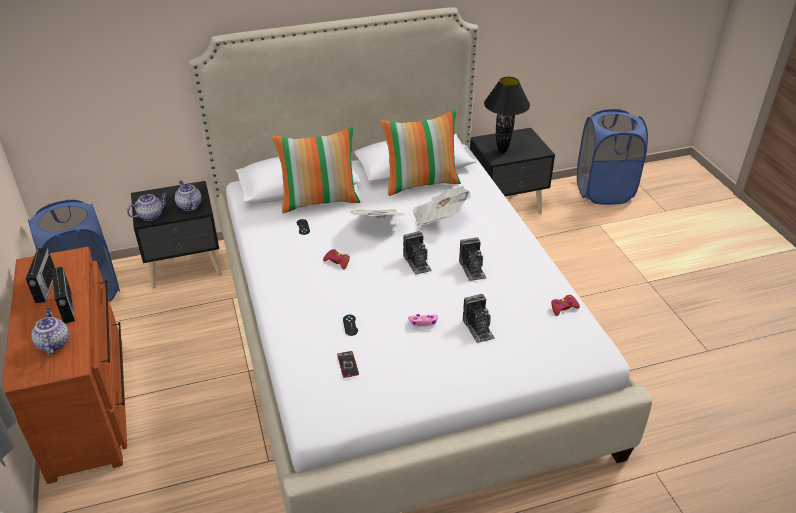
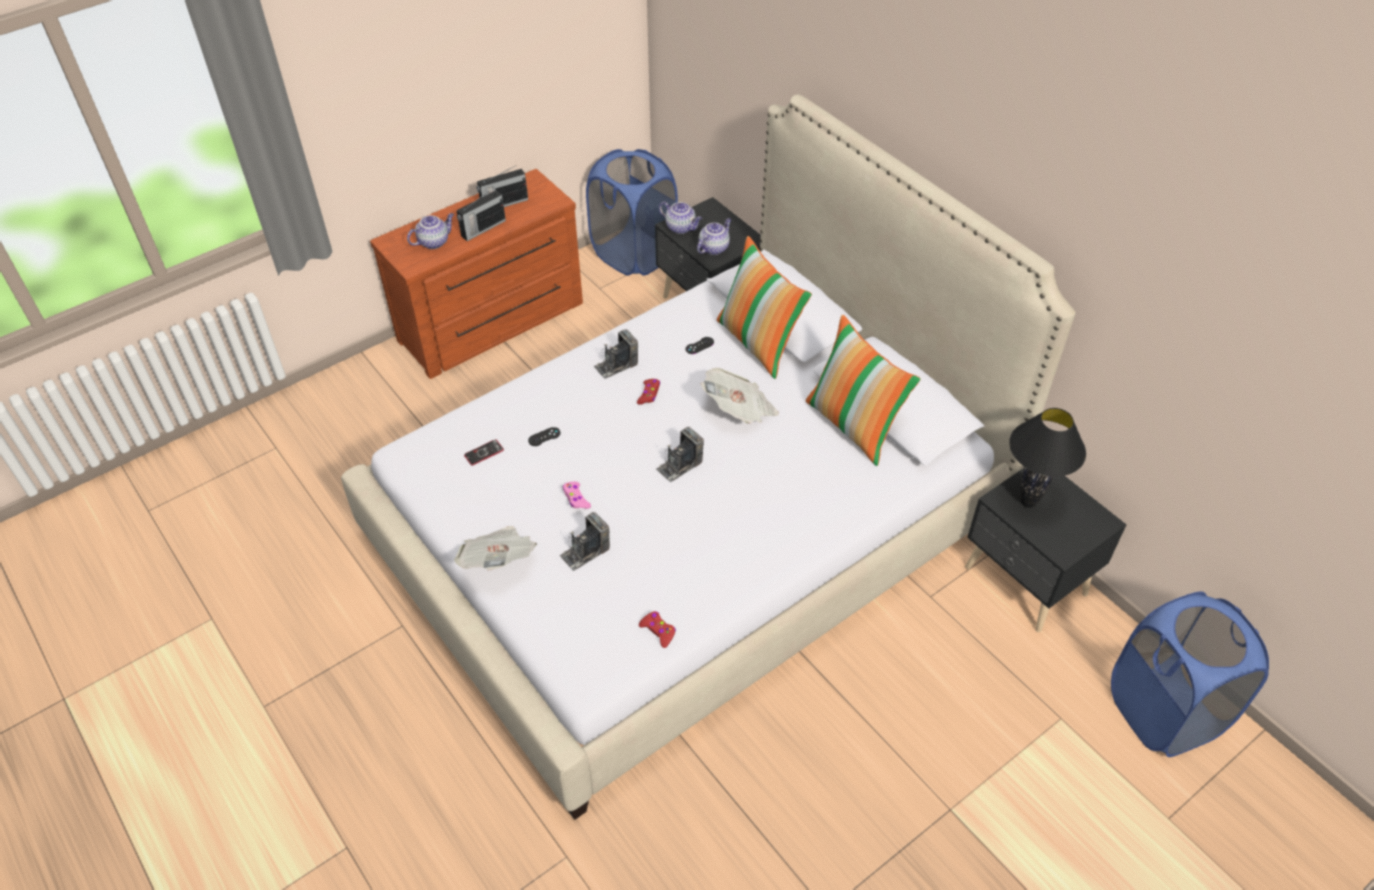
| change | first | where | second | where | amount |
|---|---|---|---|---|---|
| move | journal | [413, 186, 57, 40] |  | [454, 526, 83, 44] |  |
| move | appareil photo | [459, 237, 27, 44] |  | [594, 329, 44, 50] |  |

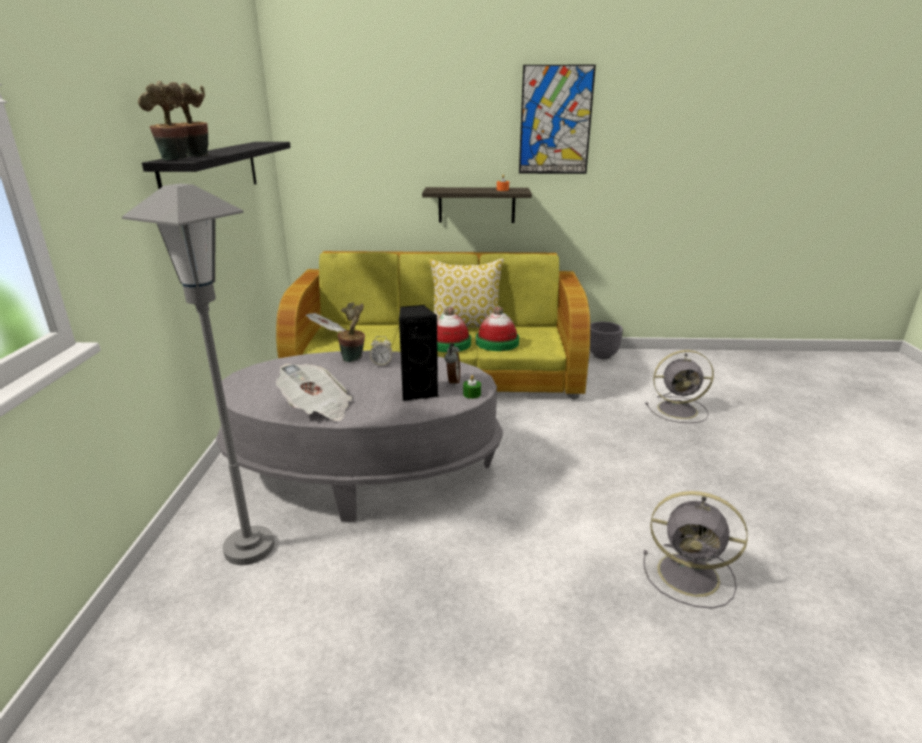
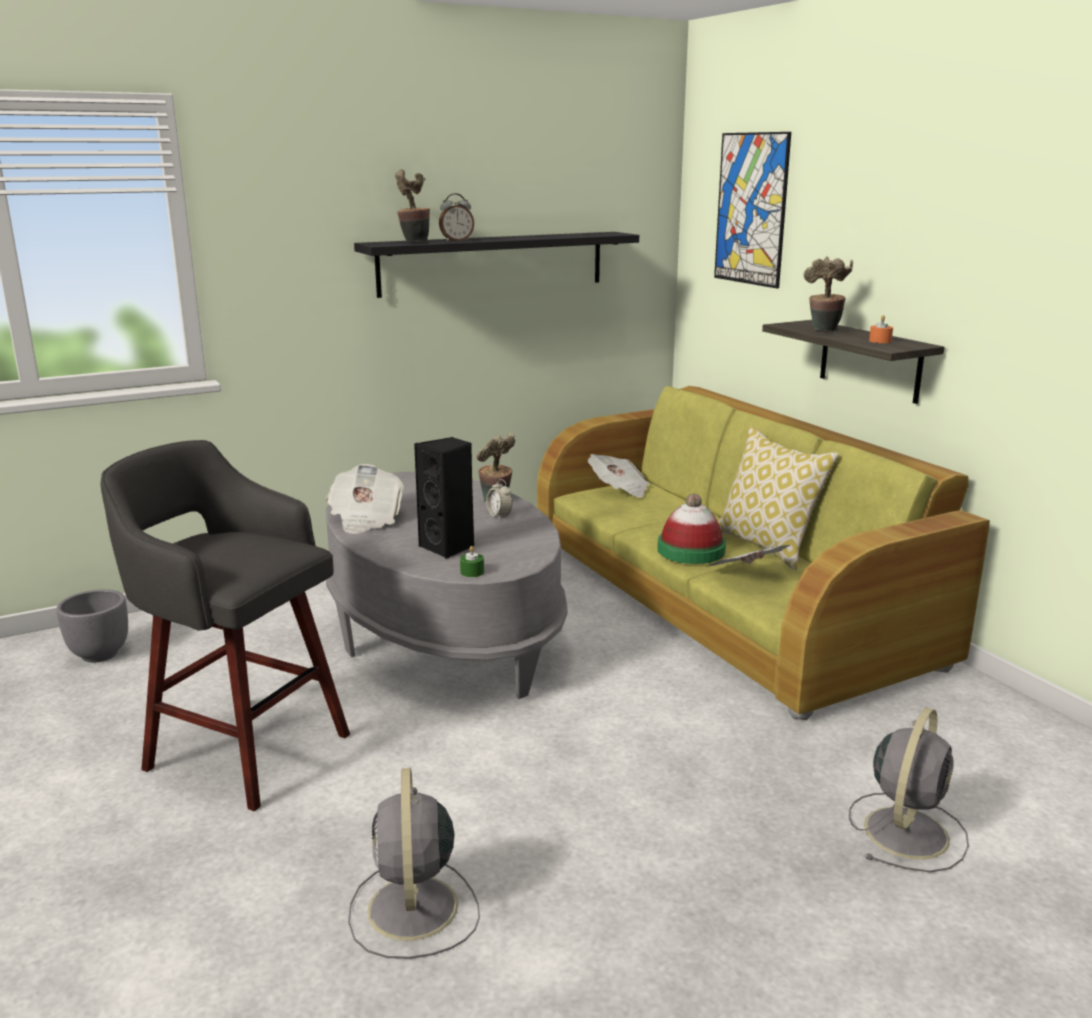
| change | first | where | second | where | amount |
|---|---|---|---|---|---|
| move | cache-pot [gris] | [590, 322, 33, 37] |  | [56, 589, 72, 73] |  |
| insert |  |  | tabouret [gris] | [100, 440, 250, 371] |  |
| move | réveil | [445, 343, 15, 44] |  | [439, 193, 35, 49] |  |
| replace | chapeau | [476, 306, 43, 45] | journal | [706, 545, 84, 22] |  |
| move | tableau | [519, 65, 77, 109] |  | [714, 132, 77, 156] |  |
| move | plante en pot | [138, 81, 50, 79] |  | [804, 256, 49, 75] |  |
| rotate | ventilateur [gris] | [645, 350, 69, 73] |  | [849, 707, 120, 166] | 120 degrees counterclockwise |
| delete | lampadaire [gris] | [122, 183, 153, 382] |  |  |  |

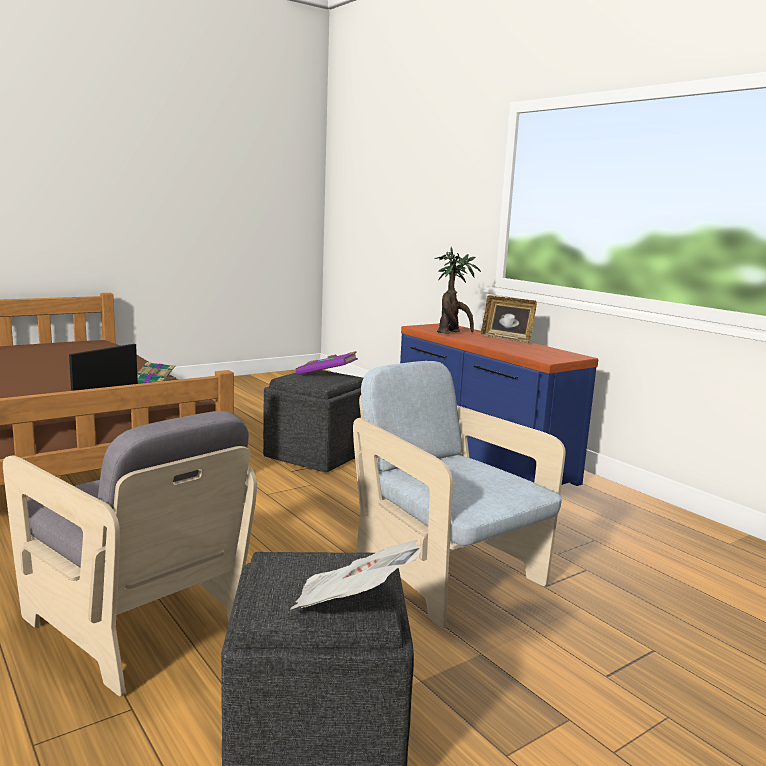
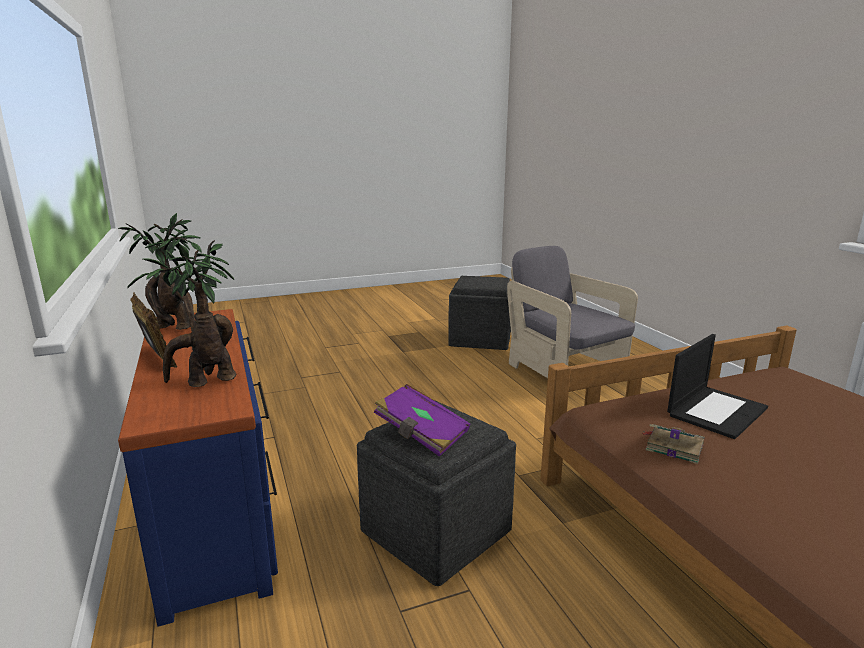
| change | first | where | second | where | amount |
|---|---|---|---|---|---|
| insert |  |  | plante en pot | [118, 213, 84, 118] |  |
| delete | journal | [290, 540, 132, 69] |  |  |  |
| delete | fauteuil [beige] | [353, 361, 213, 268] |  |  |  |

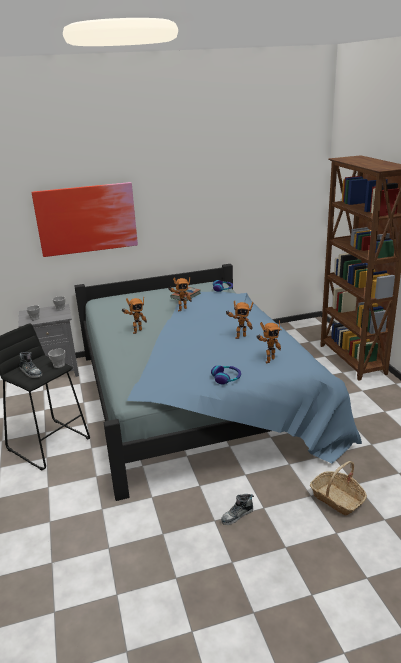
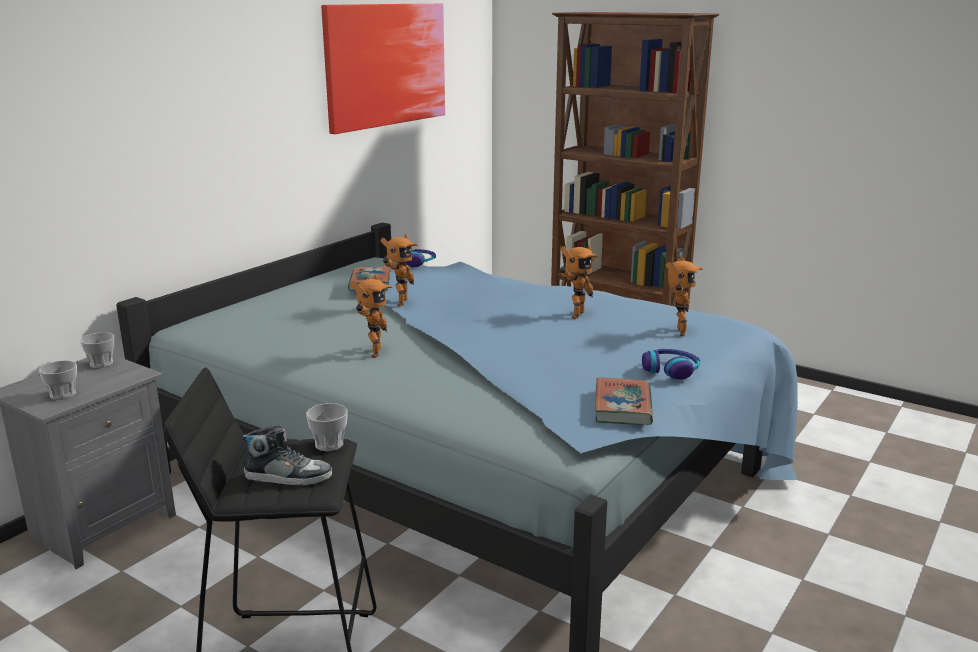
| change | first | where | second | where | amount |
|---|---|---|---|---|---|
| move | tableau | [32, 182, 106, 75] |  | [321, 3, 124, 131] |  |
| insert |  |  | livre | [595, 377, 58, 48] |  |
| delete | chaussure | [221, 494, 33, 31] |  |  |  |
| delete | panier | [310, 461, 57, 55] |  |  |  |

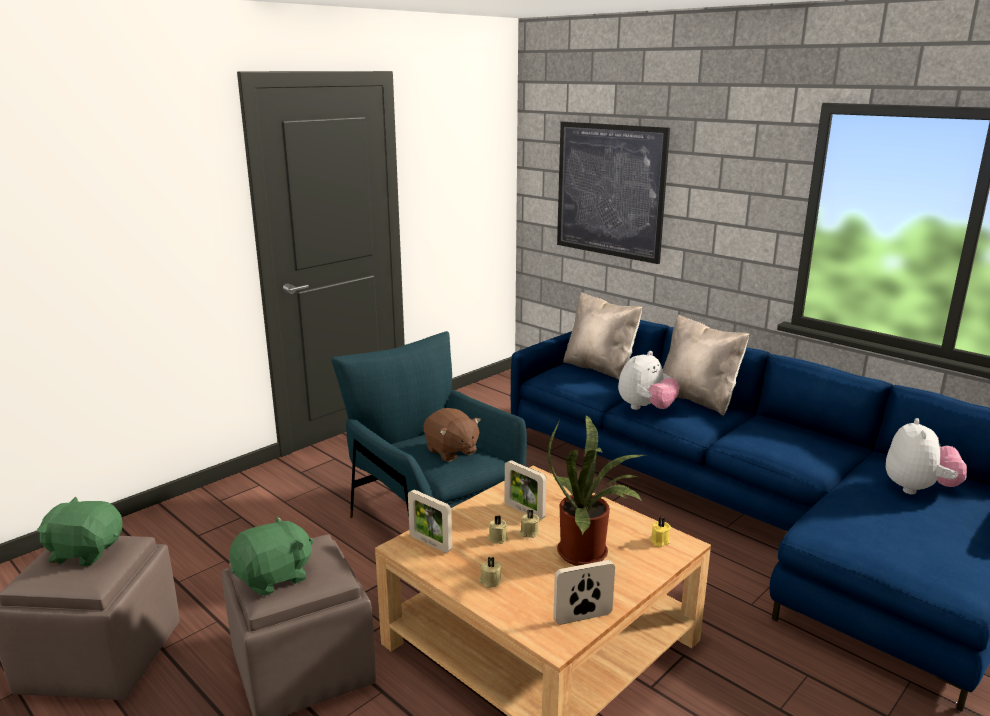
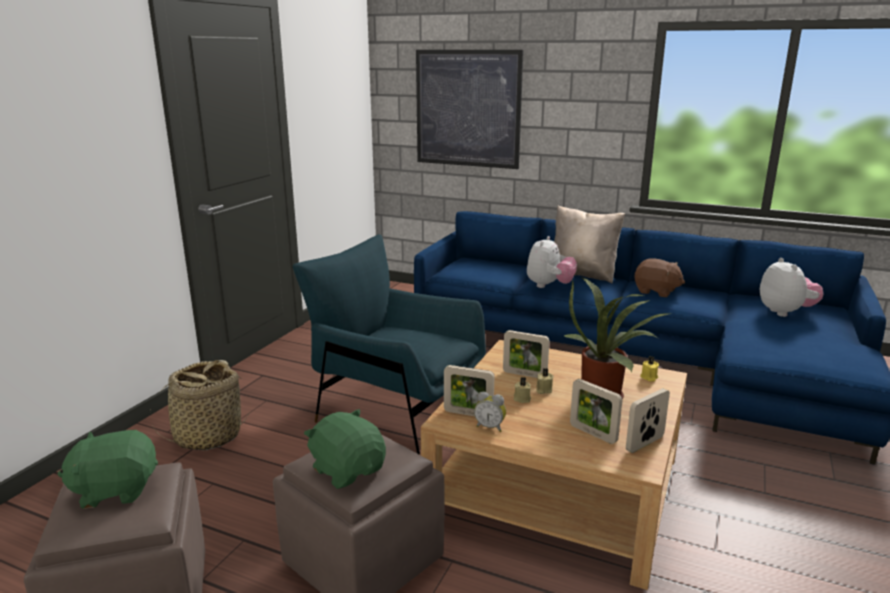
| change | first | where | second | where | amount |
|---|---|---|---|---|---|
| insert |  |  | panier | [150, 360, 100, 90] |  |
| rotate | peluche [vert] | [229, 516, 85, 80] |  | [304, 409, 82, 80] | 75 degrees counterclockwise |
| insert |  |  | réveil | [474, 391, 32, 41] |  |
| insert |  |  | cadre photo | [570, 379, 53, 65] |  |
| move | peluche [marron] | [424, 408, 57, 54] |  | [634, 258, 51, 39] |  |
| delete | bougie [beige] | [479, 557, 23, 31] |  |  |  |
| delete | coussin [beige] | [563, 292, 79, 88] |  |  |  |

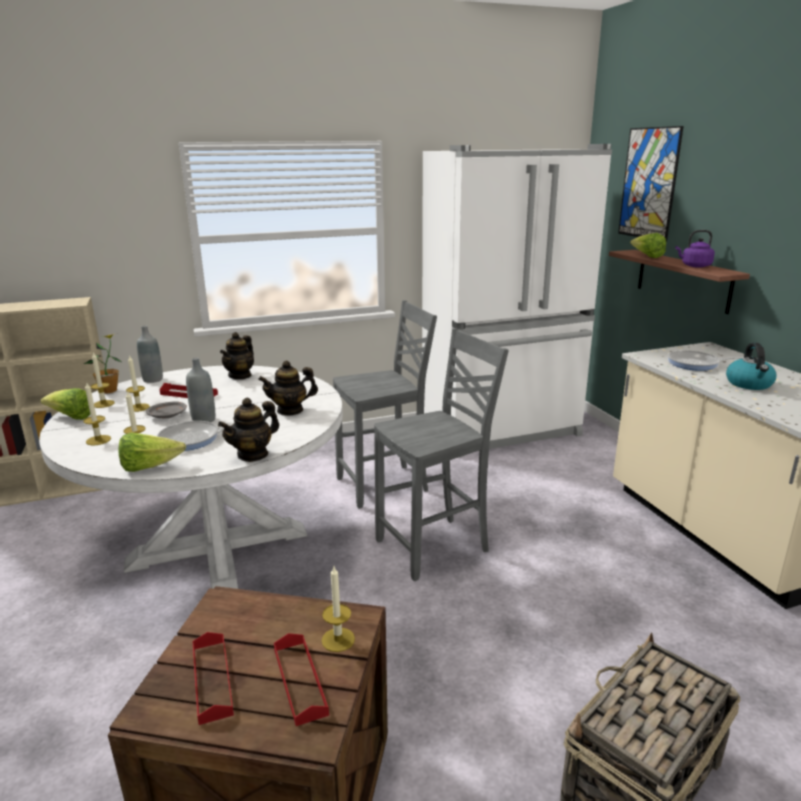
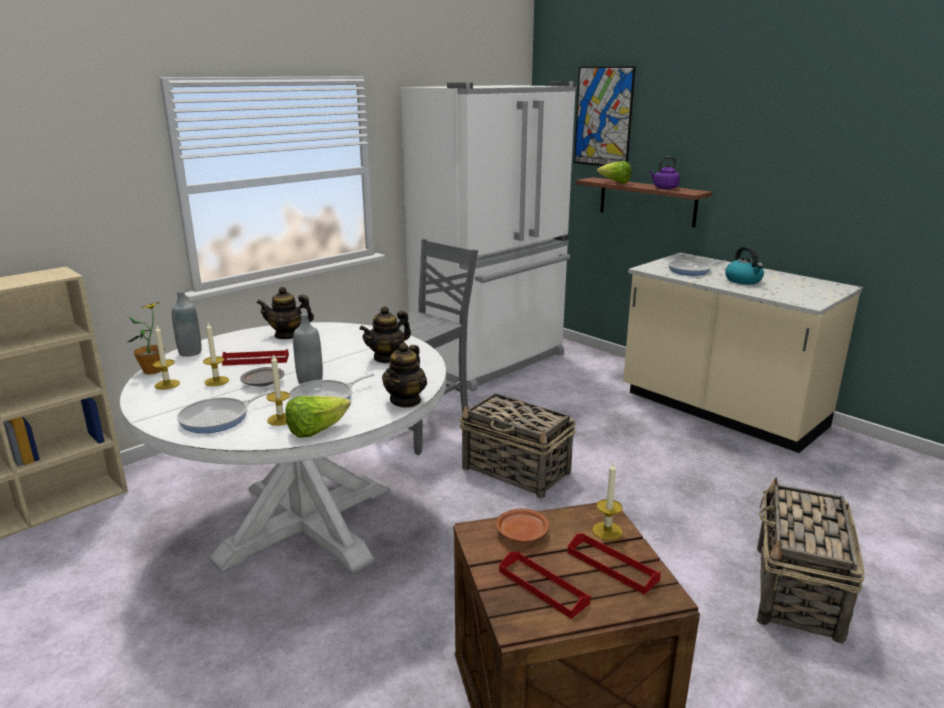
| change | first | where | second | where | amount |
|---|---|---|---|---|---|
| replace | bougie | [84, 383, 27, 62] | poêle | [177, 390, 98, 43] |  |
| rotate | théière | [220, 332, 34, 48] |  | [257, 287, 57, 52] | 90 degrees clockwise |
| replace | chaise [gris] | [374, 328, 135, 253] | panier | [459, 393, 117, 106] |  |
| insert |  |  | assiette [marron] | [496, 508, 53, 34] |  |
| delete | laitue | [41, 388, 49, 32] |  |  |  |

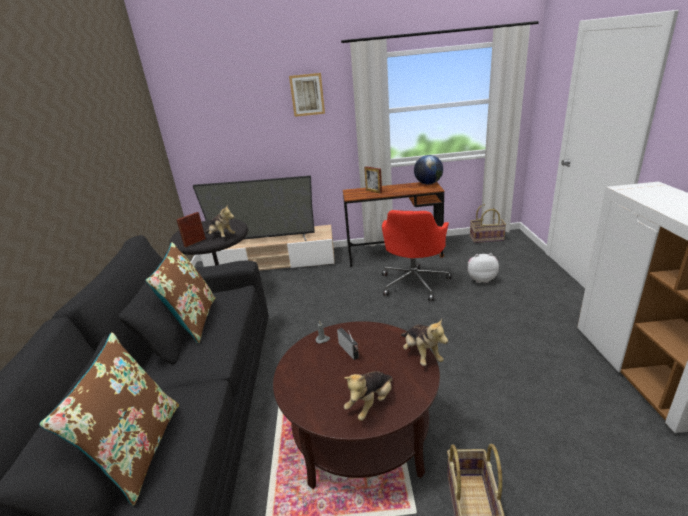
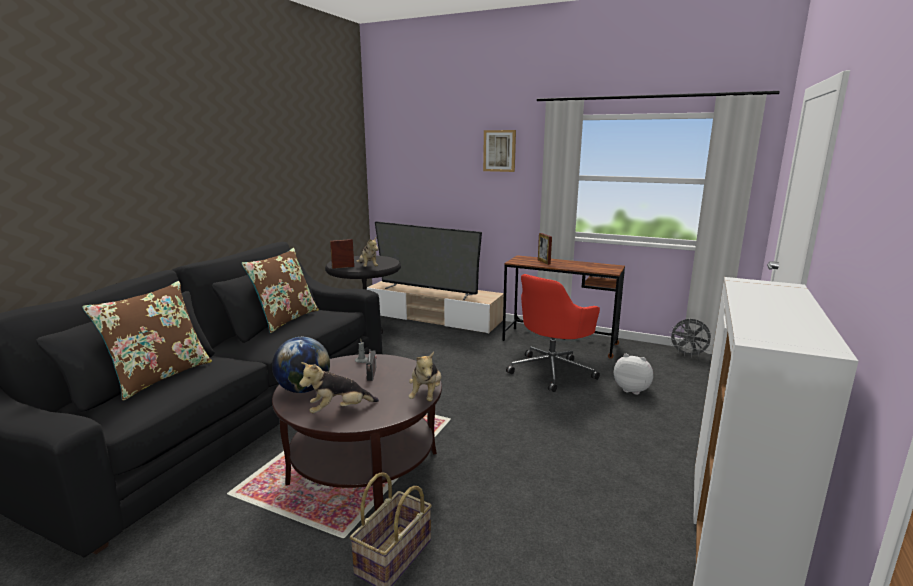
| change | first | where | second | where | amount |
|---|---|---|---|---|---|
| move | globe | [414, 155, 29, 30] |  | [272, 337, 58, 56] |  |
| replace | panier | [470, 204, 36, 39] | ventilateur [gris] | [669, 319, 44, 39] |  |

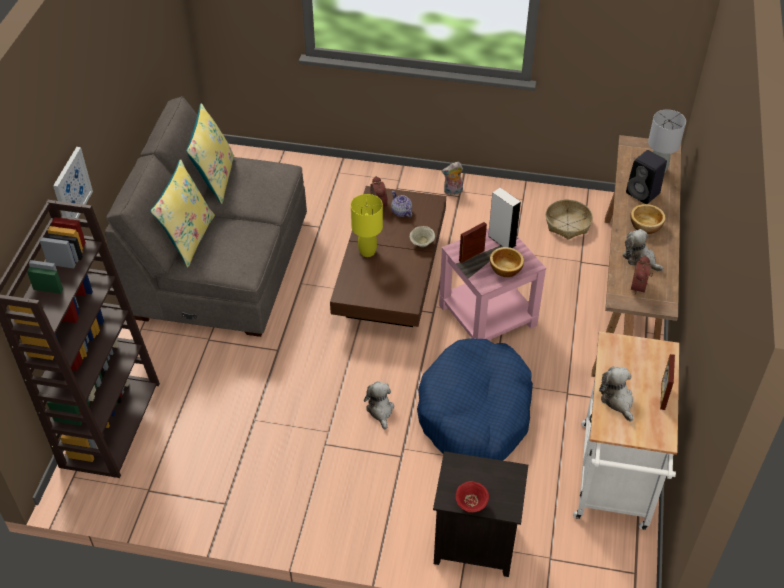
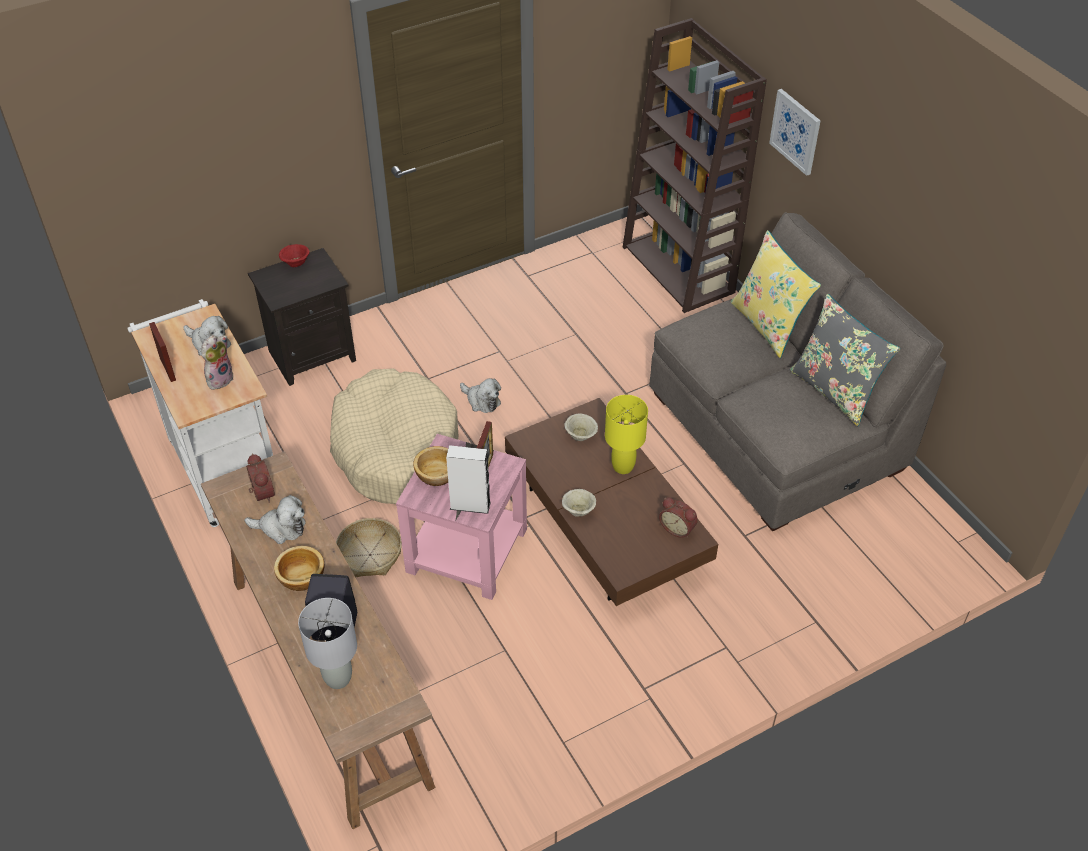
| change | first | where | second | where | amount |
|---|---|---|---|---|---|
| move | peluche | [442, 162, 21, 33] |  | [201, 335, 32, 55] |  |
| recolor | panier pour chien [bleu] | [417, 338, 116, 123] | panier pour chien [beige] | [330, 368, 129, 136] |  |
| move | panier | [546, 199, 47, 41] |  | [336, 518, 66, 59] |  |
| insert |  |  | bol [beige] | [564, 413, 34, 28] |  |
| recolor | coussin [jaune] | [186, 103, 48, 101] | coussin [gris] | [790, 294, 110, 132] |  |
| delete | théière | [391, 191, 21, 26] |  |  |  |

